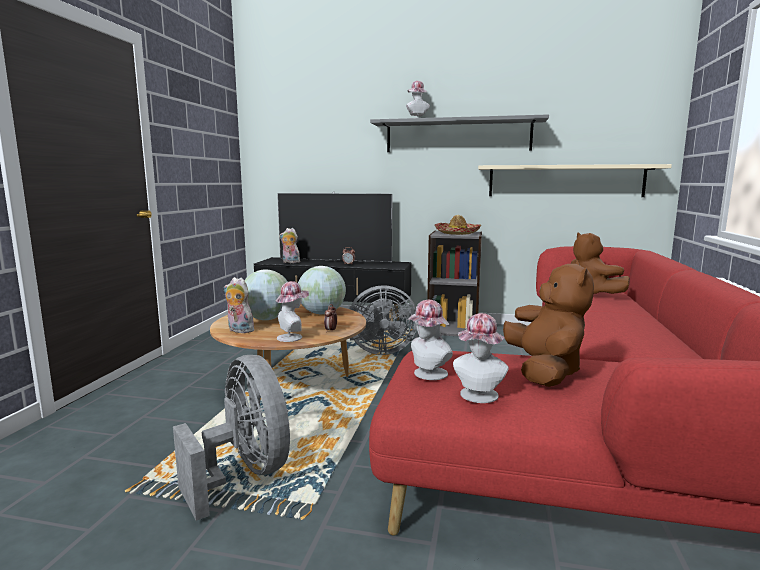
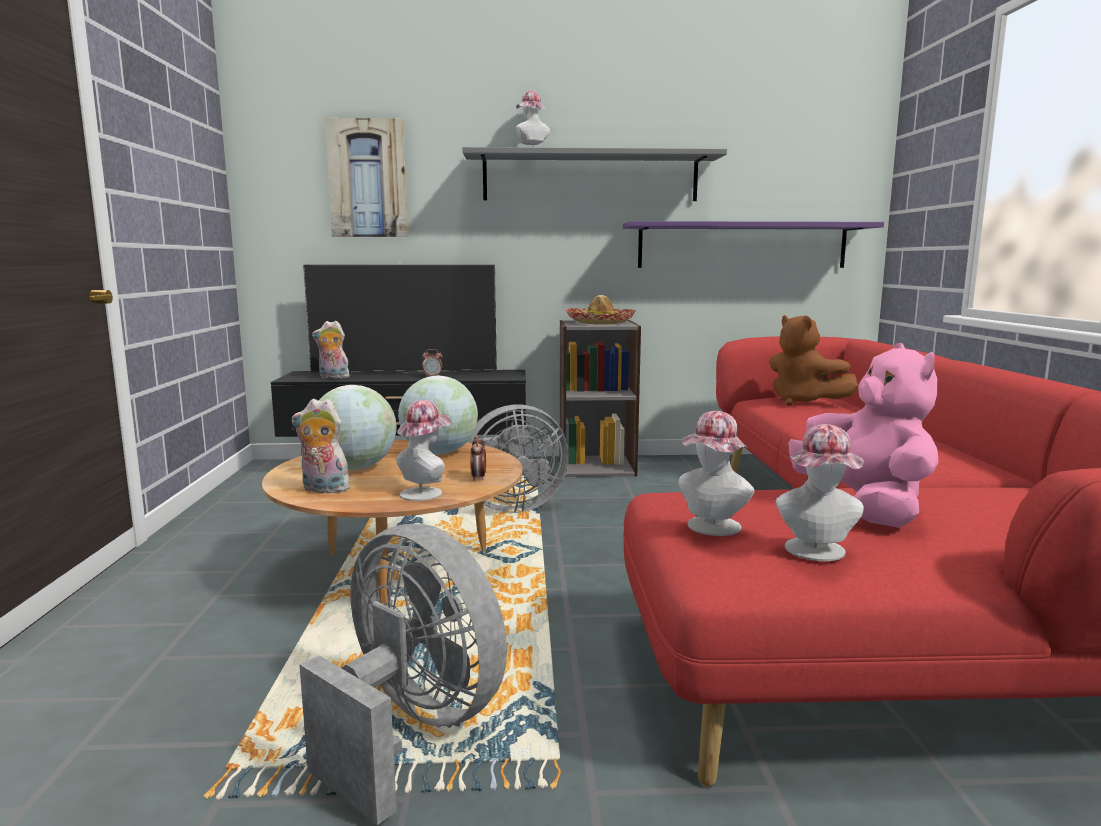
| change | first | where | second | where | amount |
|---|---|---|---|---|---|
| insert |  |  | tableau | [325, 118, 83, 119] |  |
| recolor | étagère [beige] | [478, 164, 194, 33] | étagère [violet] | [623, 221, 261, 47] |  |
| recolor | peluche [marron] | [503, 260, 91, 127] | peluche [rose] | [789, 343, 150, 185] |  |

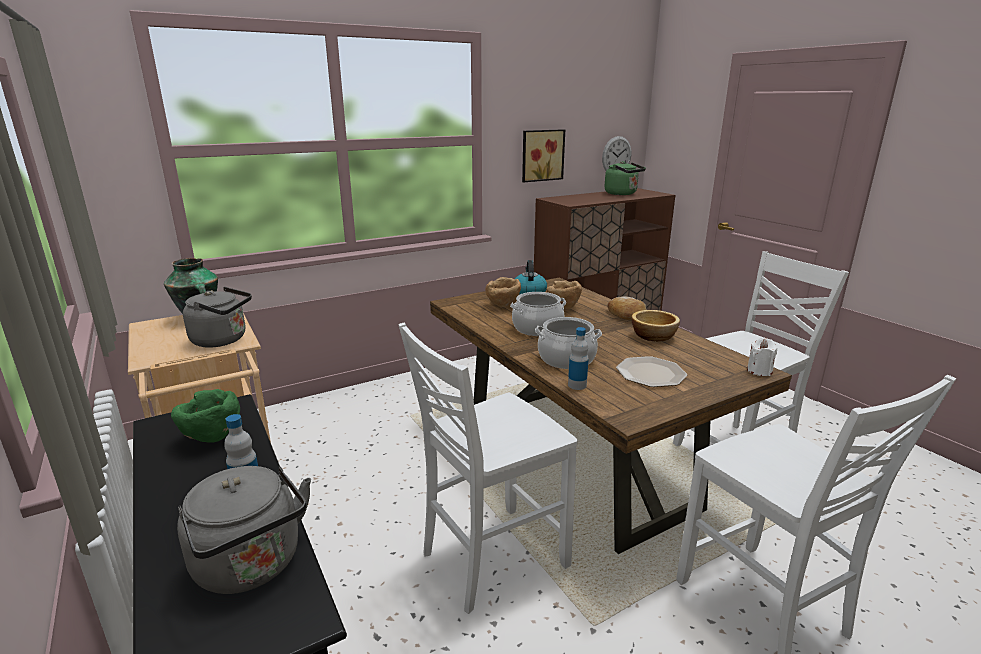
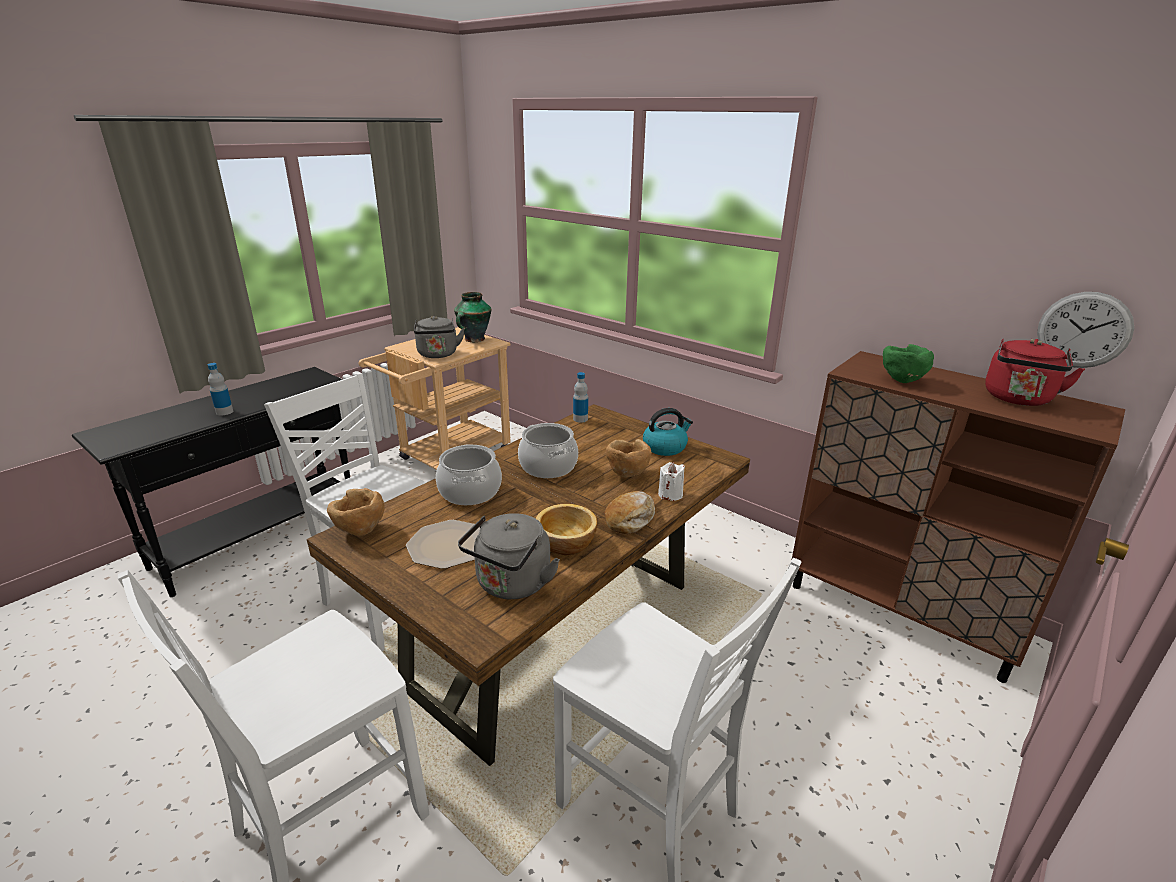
| change | first | where | second | where | amount |
|---|---|---|---|---|---|
| move | bol [marron] | [485, 277, 36, 30] |  | [327, 488, 58, 48] |  |
| move | bouilloire [gris] | [177, 466, 134, 128] |  | [458, 513, 102, 86] |  |
| move | bouteille | [568, 327, 21, 63] |  | [573, 372, 15, 51] |  |
| move | bougie [blanc] | [747, 338, 30, 38] |  | [658, 462, 27, 39] |  |
| move | bol [vert] | [171, 389, 69, 54] |  | [883, 344, 51, 39] |  |
| recolor | bouilloire [vert] | [605, 161, 41, 34] | bouilloire [rouge] | [985, 339, 100, 67] |  |
| delete | tableau | [522, 129, 43, 53] |  |  |  |

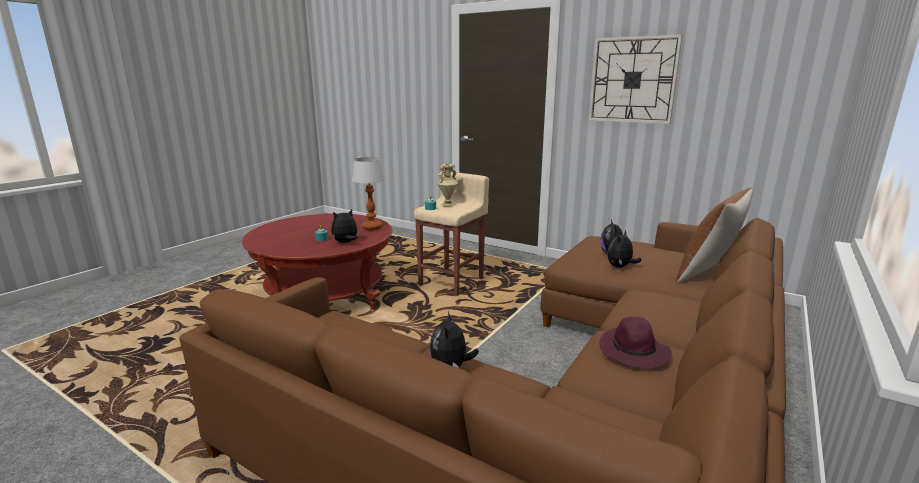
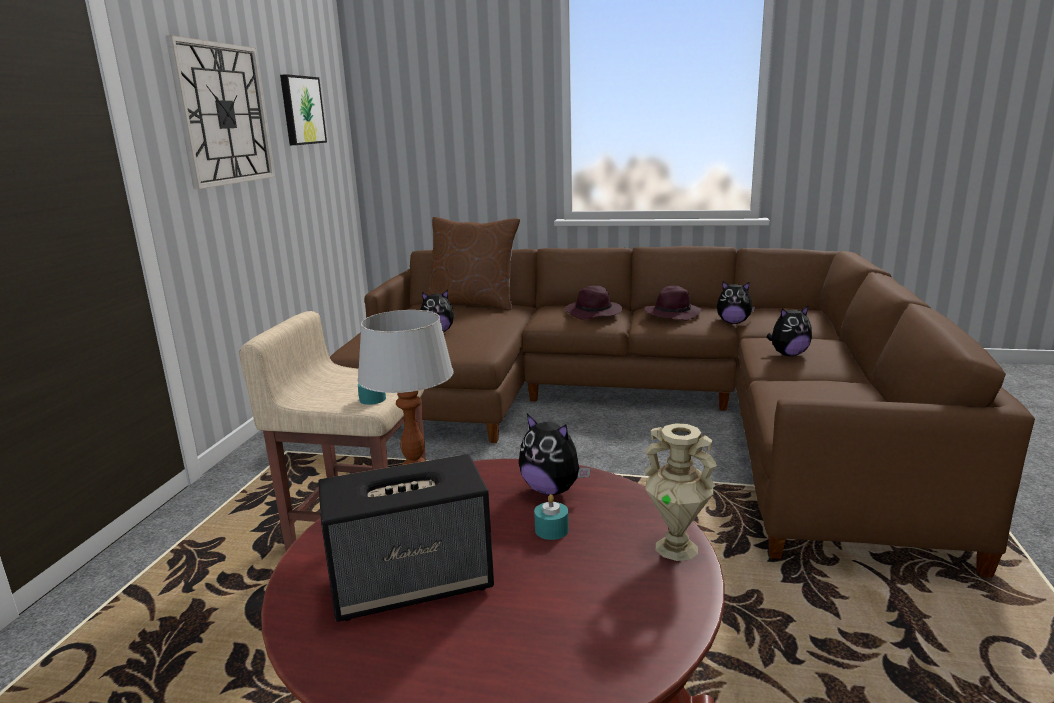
| change | first | where | second | where | amount |
|---|---|---|---|---|---|
| insert |  |  | tableau | [280, 74, 47, 71] |  |
| insert |  |  | enceinte | [318, 454, 176, 168] |  |
| insert |  |  | chapeau [violet] | [566, 285, 56, 35] |  |
| move | vase [beige] | [437, 164, 21, 42] |  | [645, 423, 72, 138] |  |
| move | peluche | [607, 230, 35, 38] |  | [717, 281, 38, 43] |  |

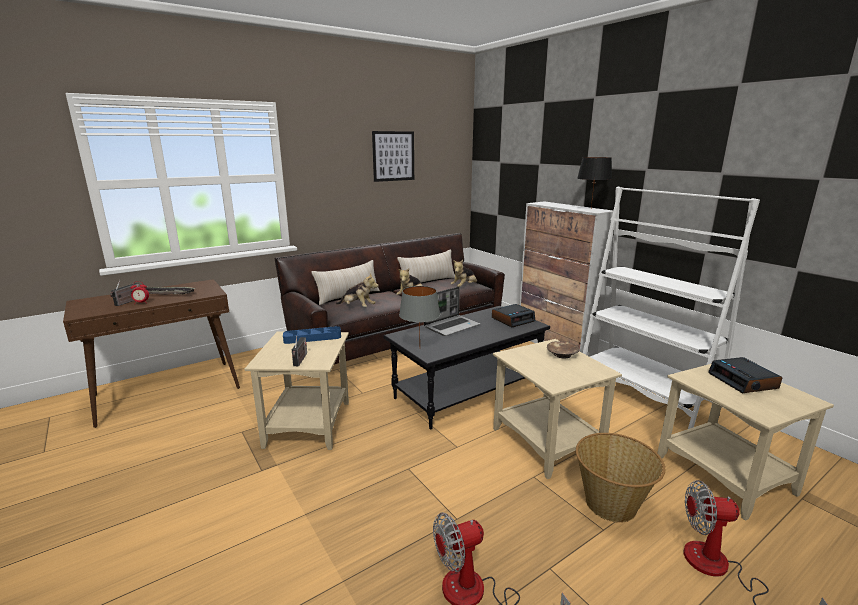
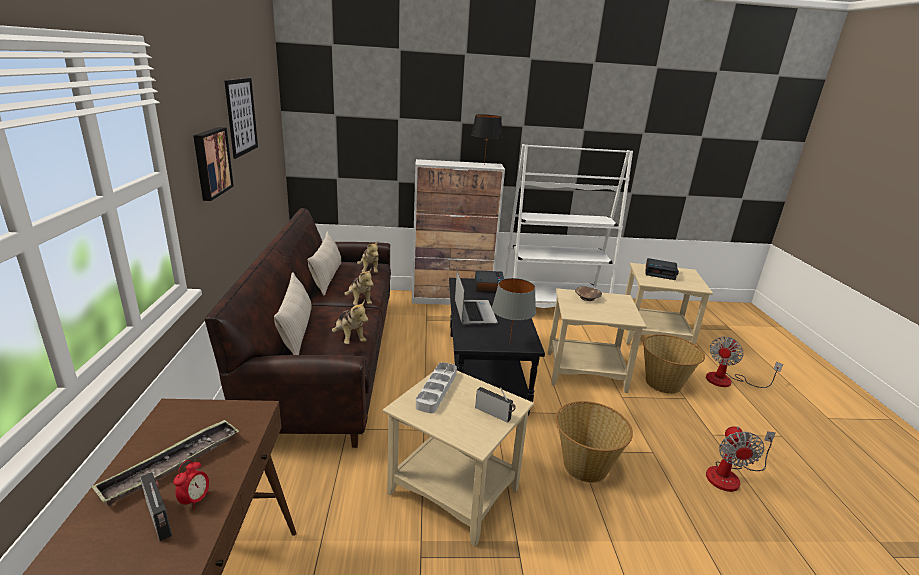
| change | first | where | second | where | amount |
|---|---|---|---|---|---|
| insert |  |  | tableau | [193, 127, 41, 74] |  |
| rotate | peluche | [336, 274, 42, 33] |  | [332, 300, 36, 44] | 90 degrees clockwise |
| recolor | plateau [bleu] | [283, 326, 58, 18] | plateau [gris] | [416, 362, 41, 51] |  |
| insert |  |  | panier | [555, 401, 78, 82] |  |

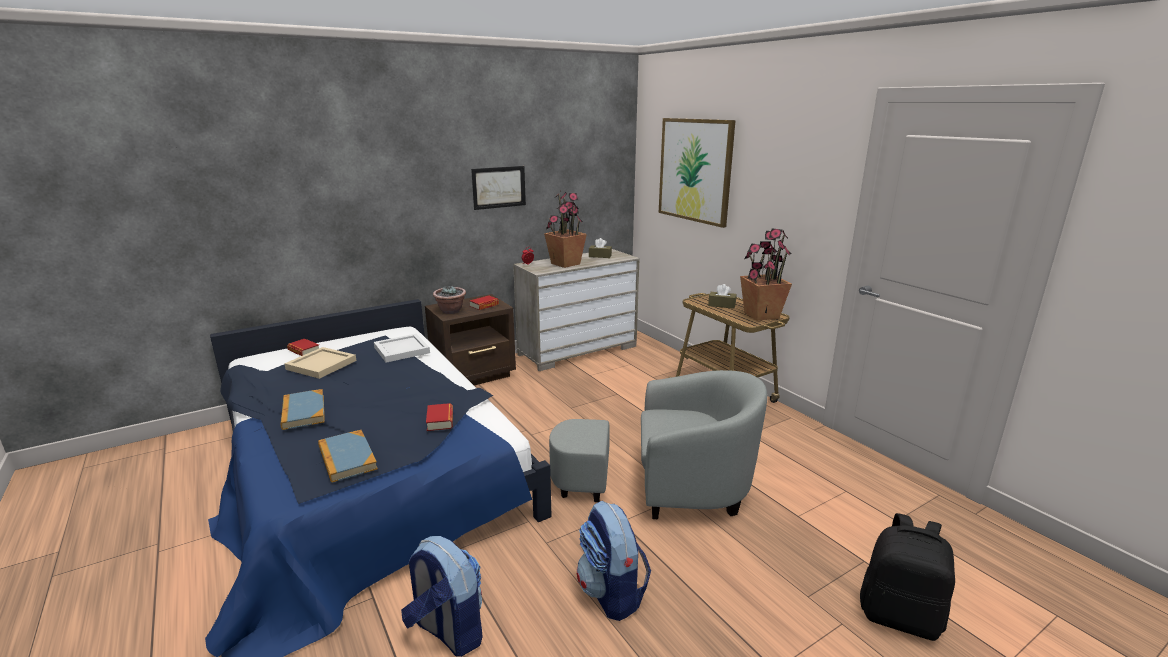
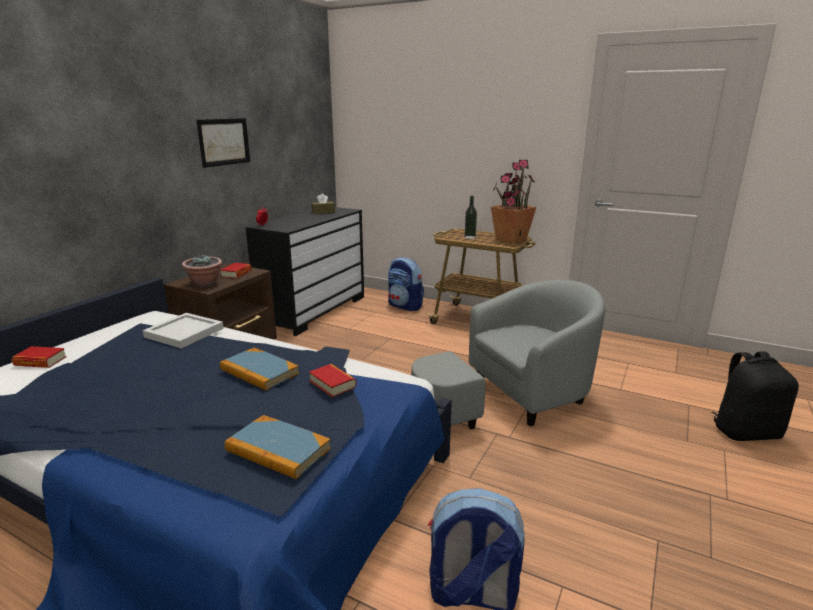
| change | first | where | second | where | amount |
|---|---|---|---|---|---|
| move | livre | [281, 389, 44, 41] |  | [220, 348, 79, 42] |  |
| recolor | commode [beige] | [513, 249, 127, 122] | commode [noir] | [246, 207, 118, 129] |  |
| move | sac à dos | [577, 501, 74, 120] |  | [388, 257, 36, 55] |  |
| replace | boîte à mouchoirs [marron] | [708, 284, 29, 25] | bouteille | [465, 196, 12, 43] |  |
| delete | plateau [beige] | [284, 347, 73, 32] |  |  |  |
| delete | plante en pot | [544, 190, 43, 78] |  |  |  |
| delete | tableau | [659, 118, 77, 110] |  |  |  |

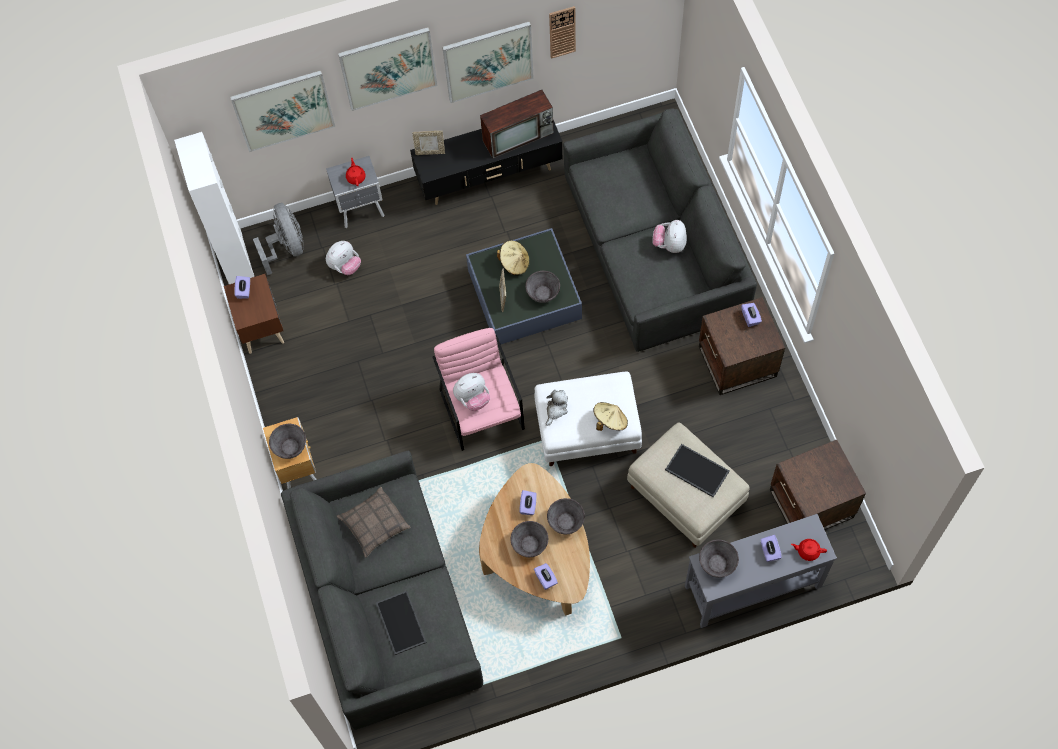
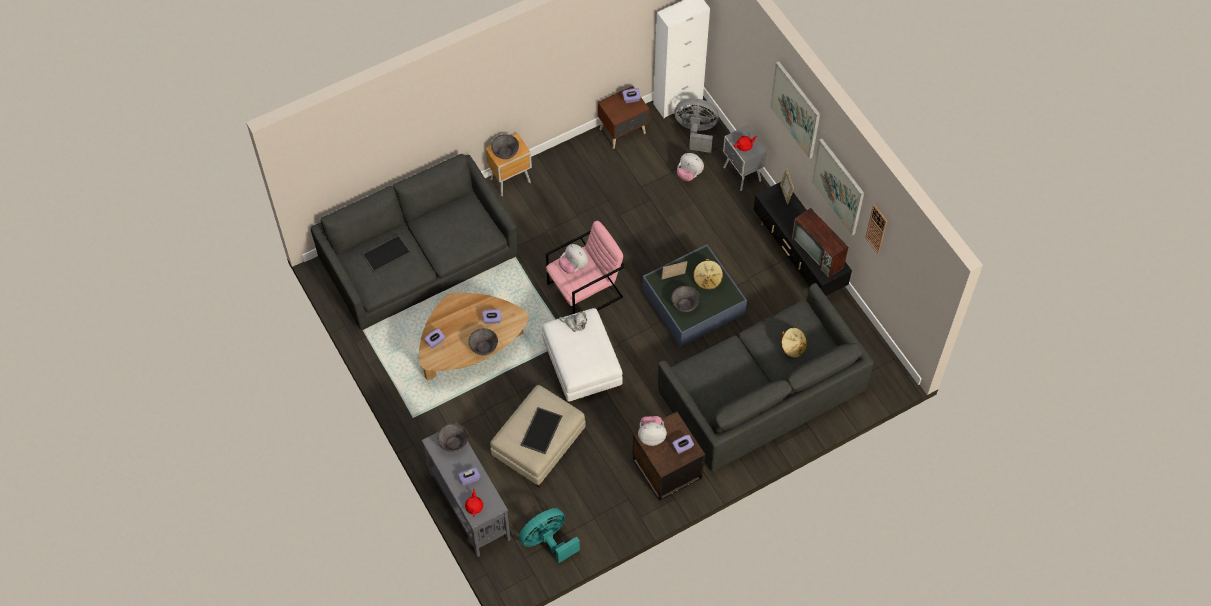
| change | first | where | second | where | amount |
|---|---|---|---|---|---|
| replace | table d'appoint [marron] | [770, 439, 96, 91] | ventilateur [turquoise] | [519, 508, 61, 55] |  |
| move | peluche | [653, 220, 34, 33] |  | [638, 416, 29, 30] |  |
| rotate | ventilateur [gris] | [253, 203, 51, 72] |  | [674, 98, 45, 55] | 135 degrees counterclockwise |
| move | chapeau [beige] | [593, 402, 35, 29] |  | [781, 328, 26, 30] |  |
| delete | tableau | [230, 70, 105, 82] |  |  |  |
| delete | coussin | [337, 487, 73, 70] |  |  |  |
| delete | bol [gris] | [510, 521, 38, 36] |  |  |  |

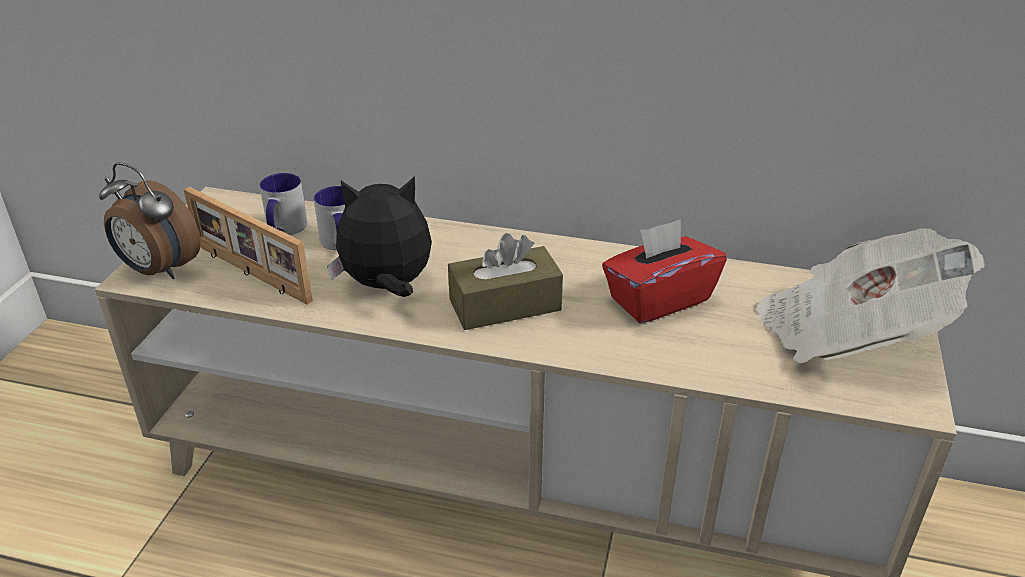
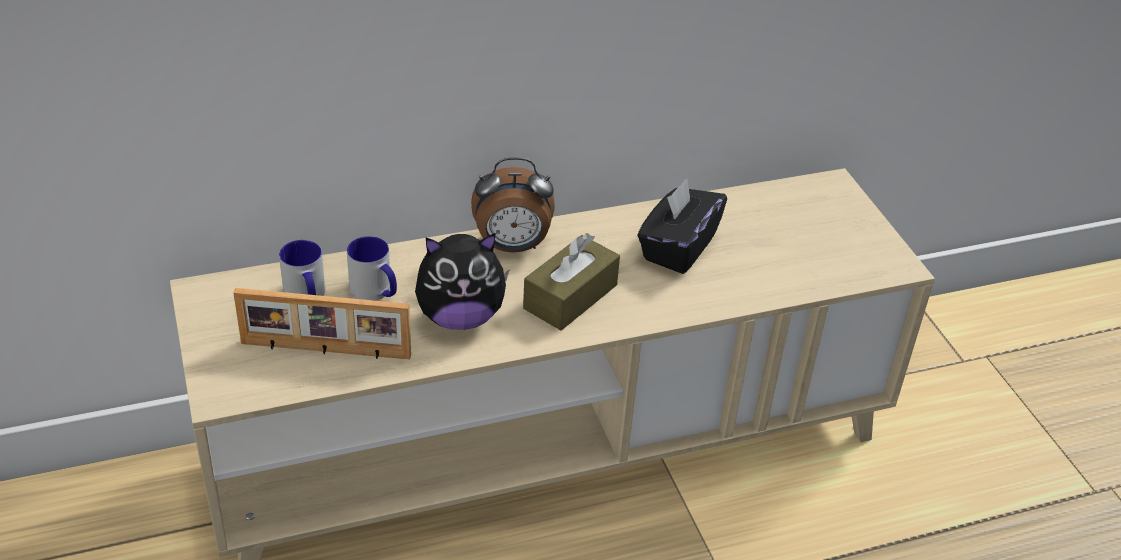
| change | first | where | second | where | amount |
|---|---|---|---|---|---|
| rotate | peluche | [327, 176, 105, 121] |  | [415, 233, 95, 97] | 150 degrees counterclockwise |
| move | réveil | [99, 162, 102, 117] |  | [471, 157, 84, 96] |  |
| recolor | boîte à mouchoirs [rouge] | [602, 219, 125, 104] | boîte à mouchoirs [noir] | [637, 178, 90, 96] |  |
| delete | journal | [756, 229, 229, 134] |  |  |  |

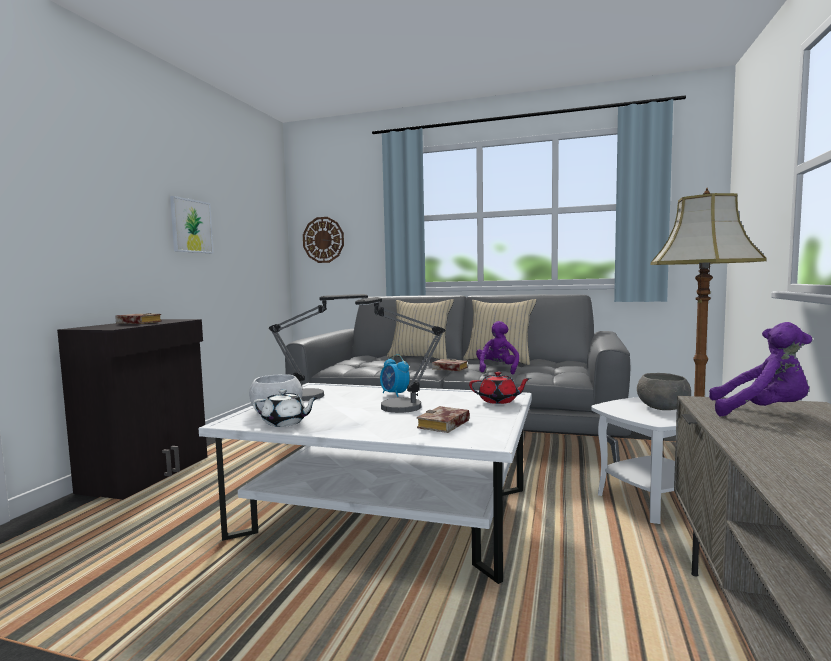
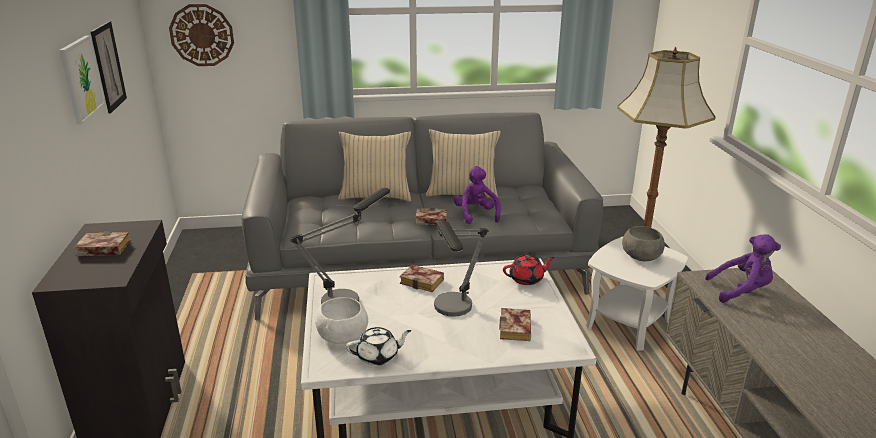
| change | first | where | second | where | amount |
|---|---|---|---|---|---|
| insert |  |  | tableau | [90, 21, 37, 92] |  |
| replace | réveil | [380, 354, 30, 43] | livre | [400, 265, 44, 27] |  |

